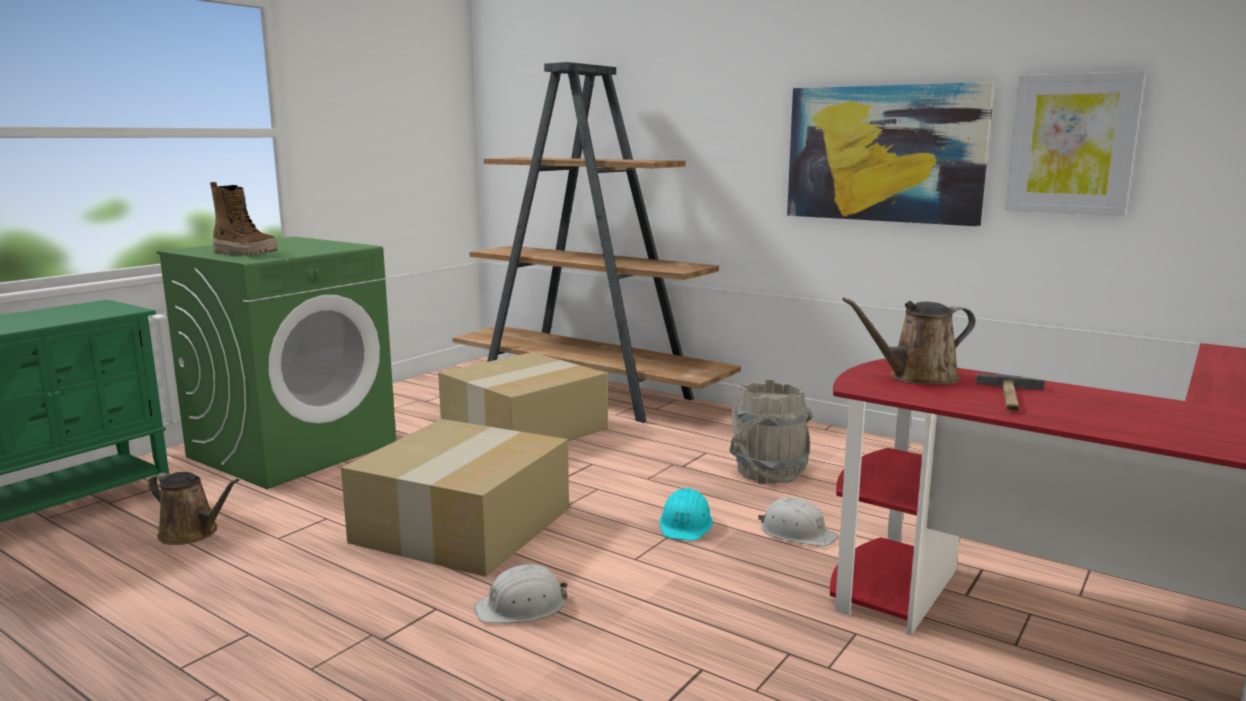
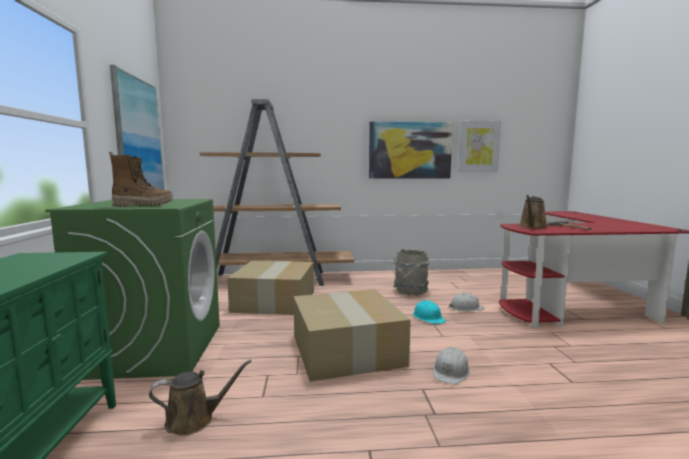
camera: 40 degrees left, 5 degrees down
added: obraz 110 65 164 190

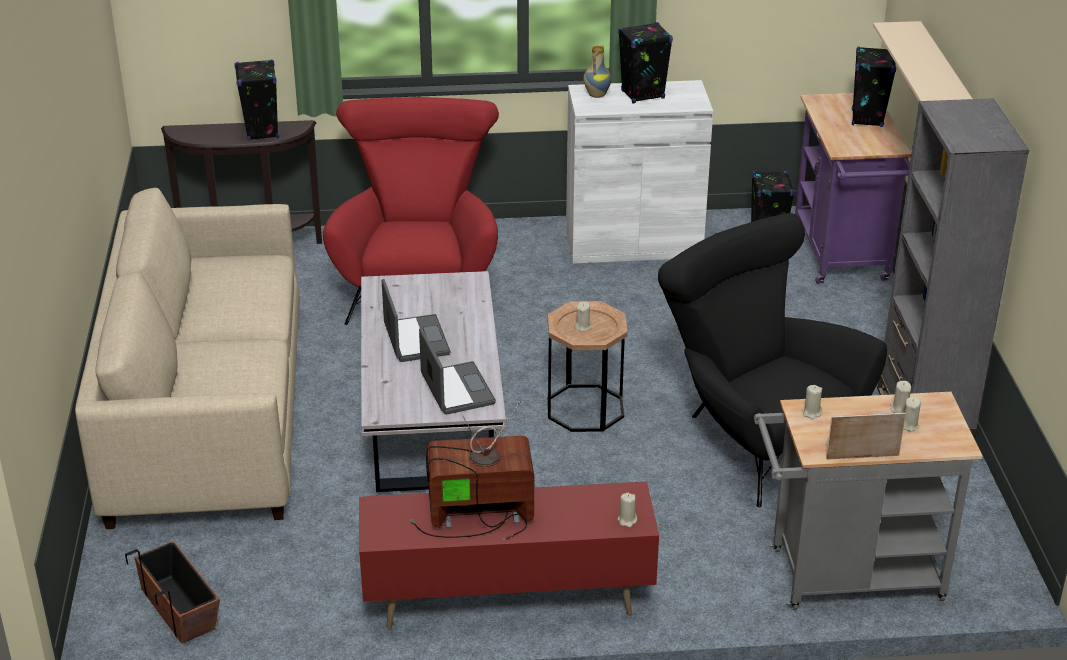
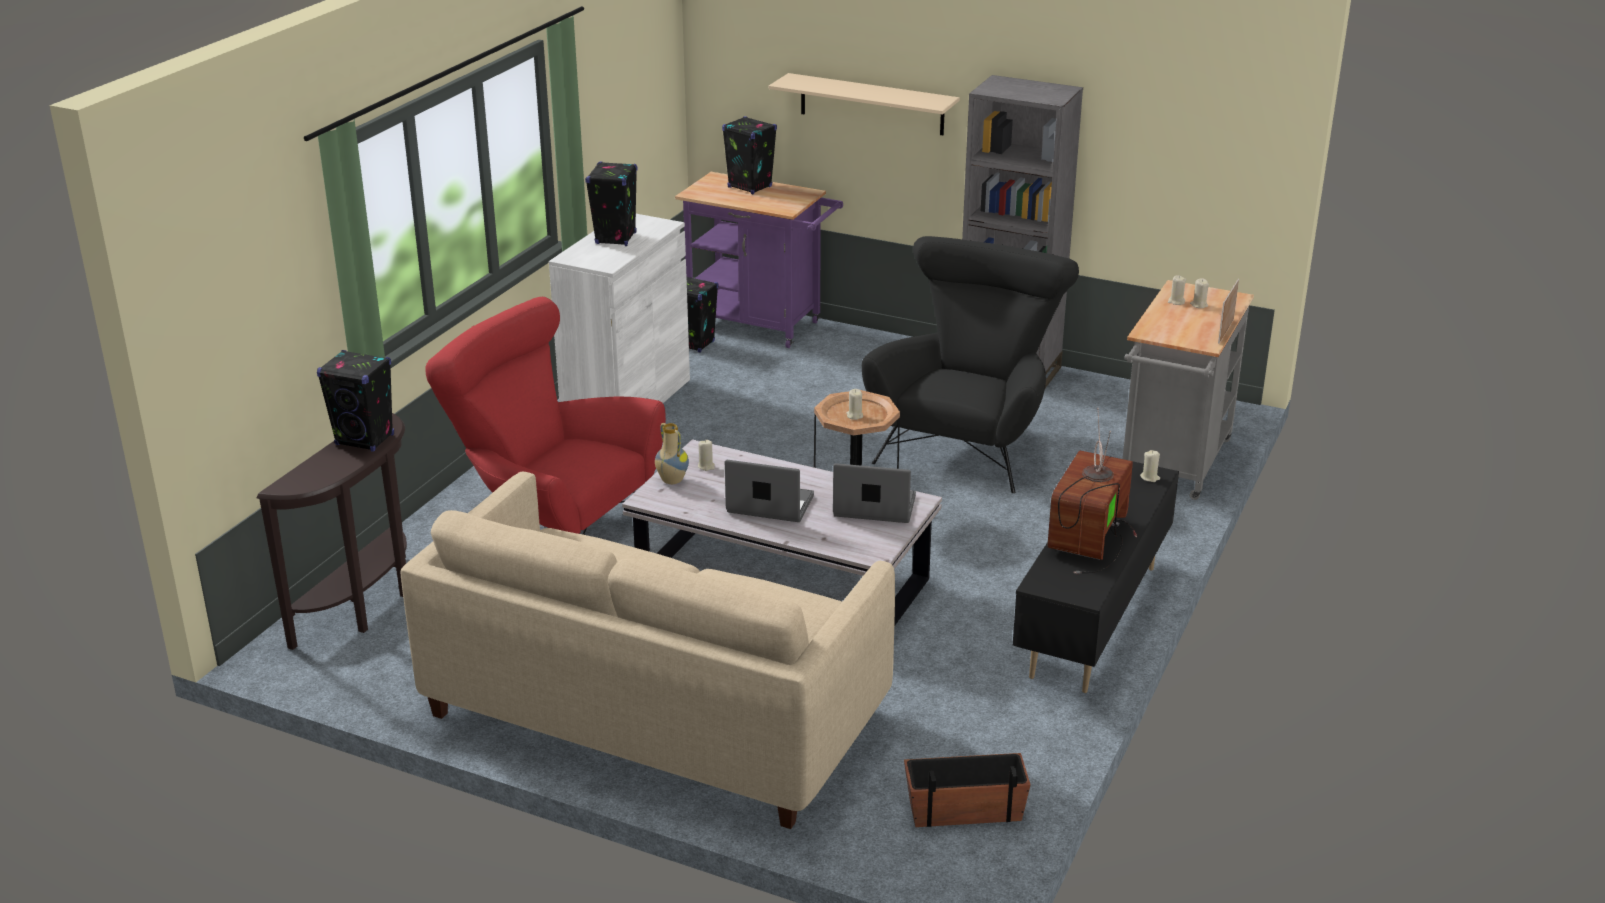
camera: 60 degrees left, 5 degrees down
moved: wazon 583 45 611 98 to 655 423 689 484; świeca/beżowy 802 385 822 419 to 698 440 715 471
recoloured: szafka pod telewizor/czerwony 359 482 659 629 to szafka pod telewizor/czarny 1013 457 1179 693
turned: fotel/czarny 658 213 887 507 = 862 236 1079 493 120 degrees clockwise

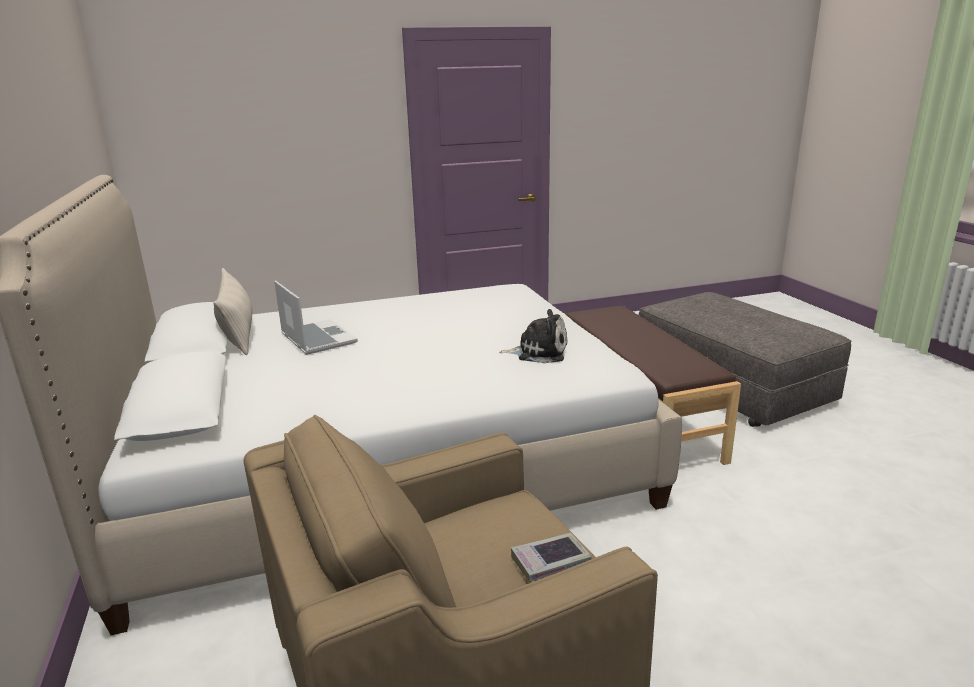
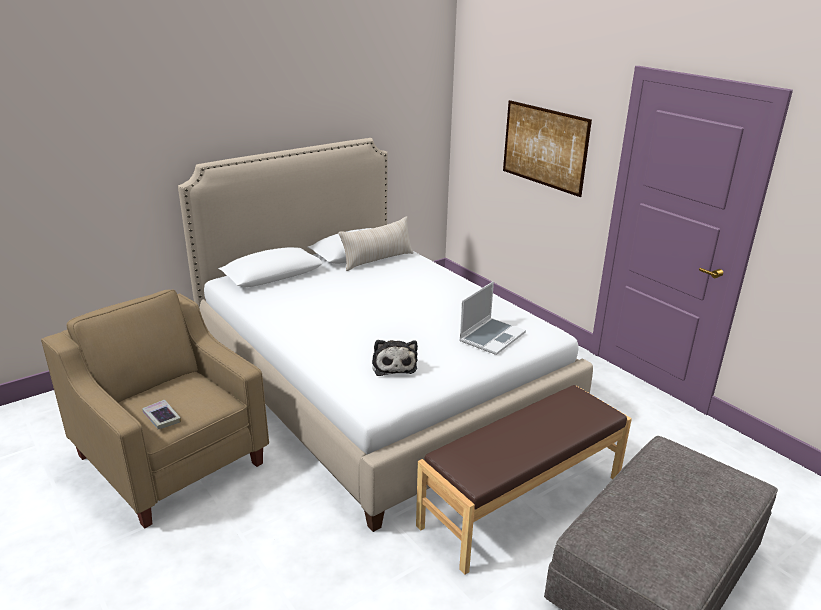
camera: 70 degrees right, 5 degrees up
added: obraz 503 100 592 197
moved: laptop 274 281 358 355 to 459 281 526 355

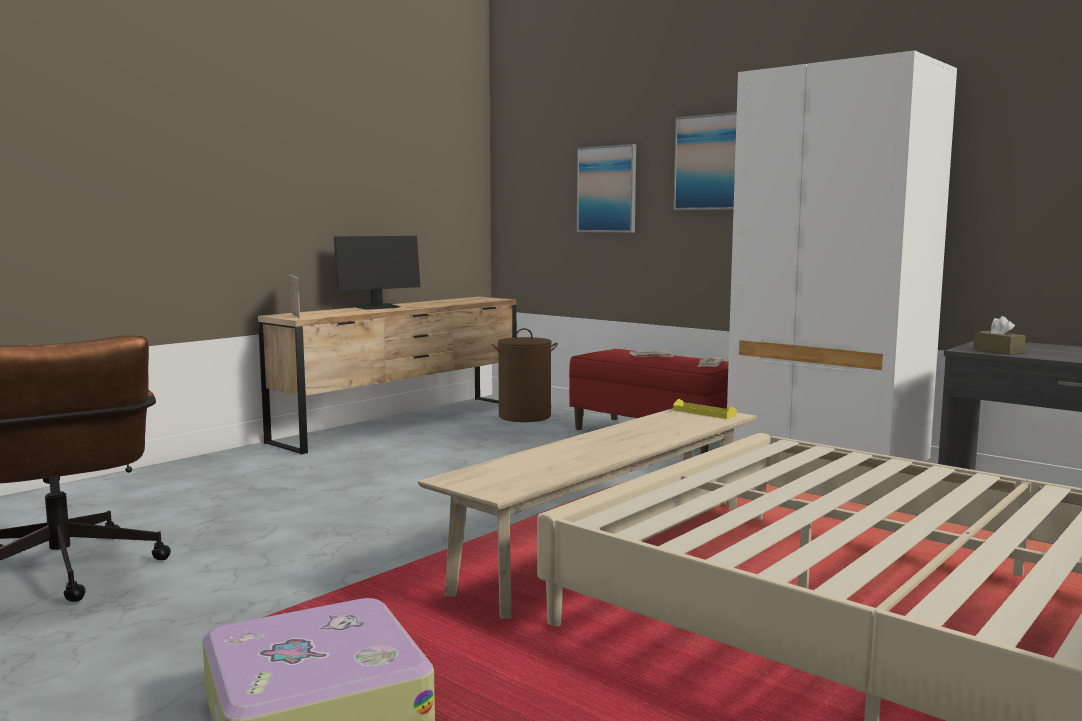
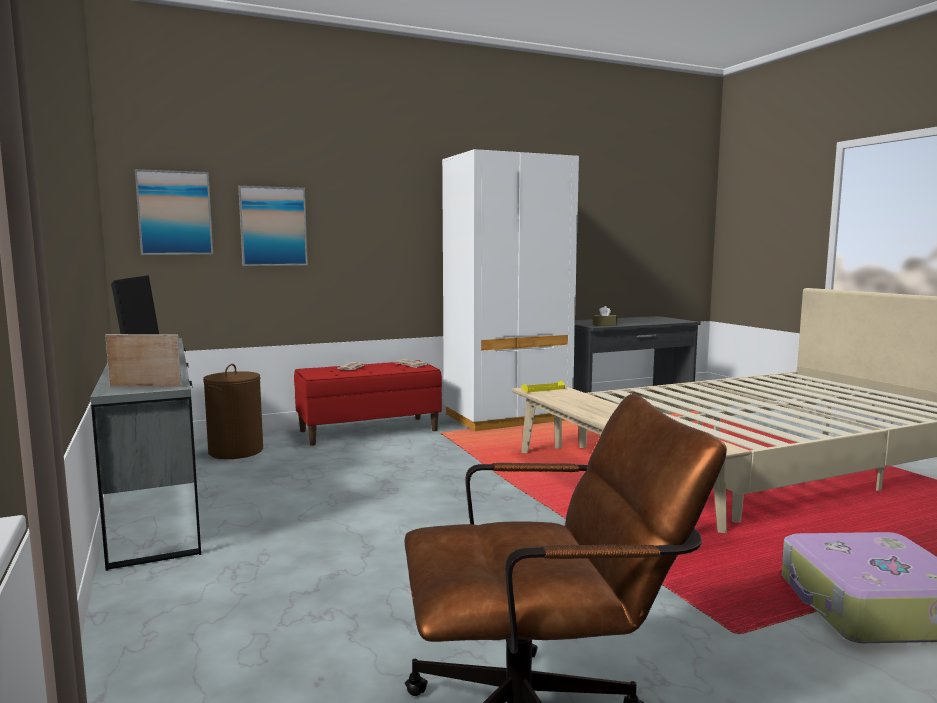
camera: 65 degrees left, 0 degrees up
moved: obraz 673 112 737 210 to 135 169 213 255
recoloured: komoda/brązowy 258 297 517 454 to komoda/szary 90 338 201 571

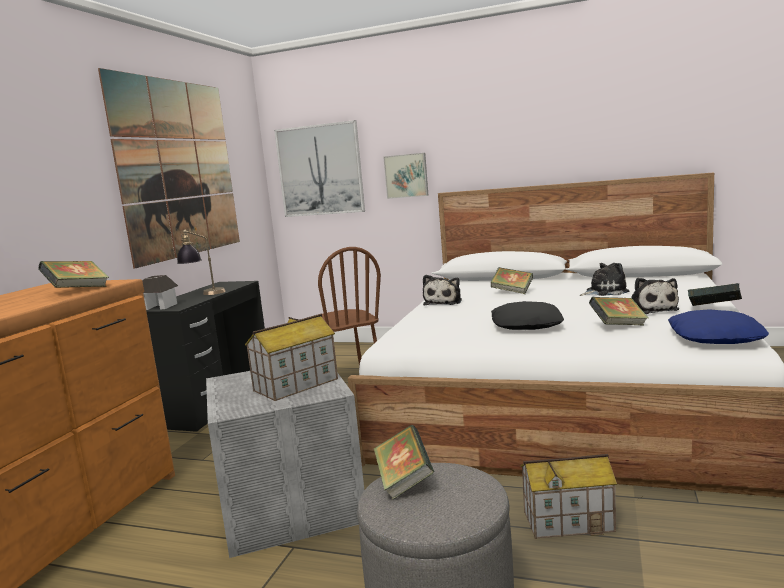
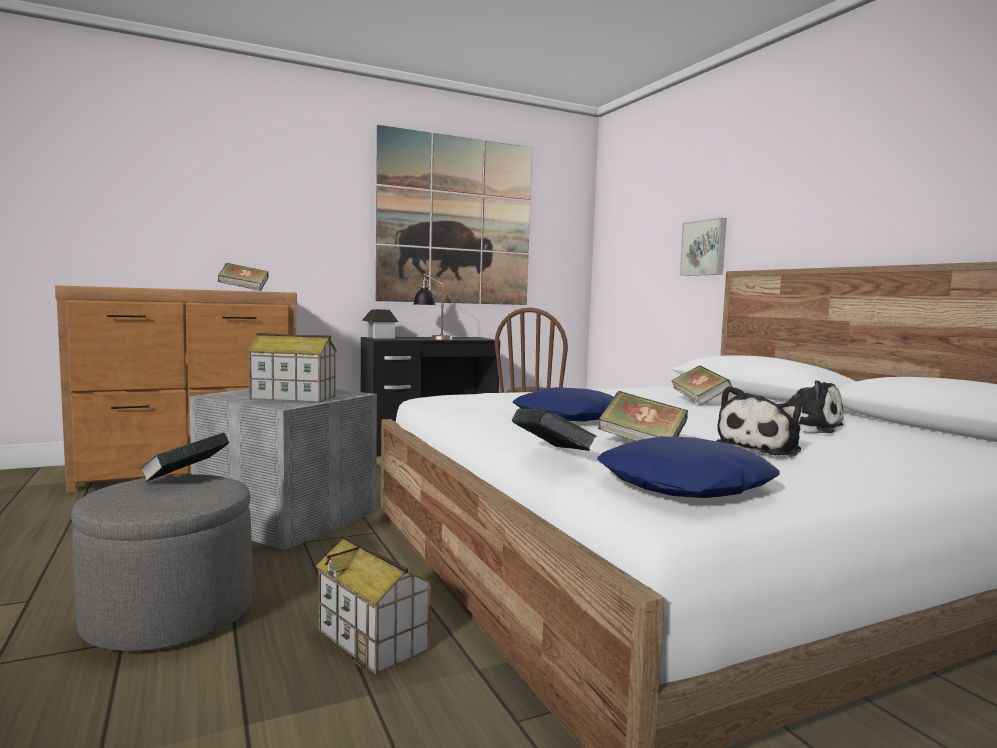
camera: 45 degrees right, 5 degrees down
removed: obraz 274 120 365 217; pluszak 423 275 462 305
moved: książka 688 283 742 306 to 512 409 597 451
recoloured: poduszka/czarny 491 301 564 330 to poduszka/niebieski 513 387 614 422

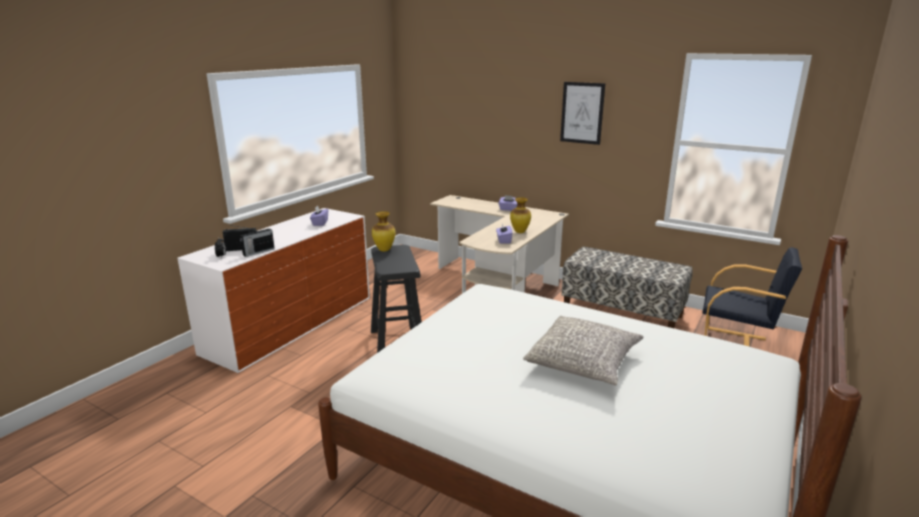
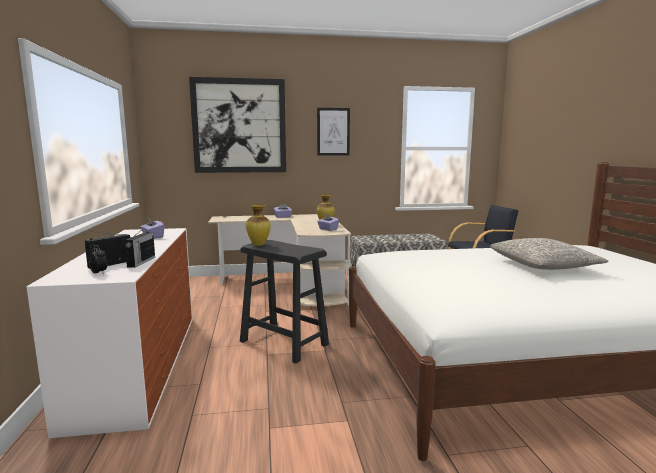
camera: 40 degrees left, 10 degrees down
added: obraz 189 77 286 173

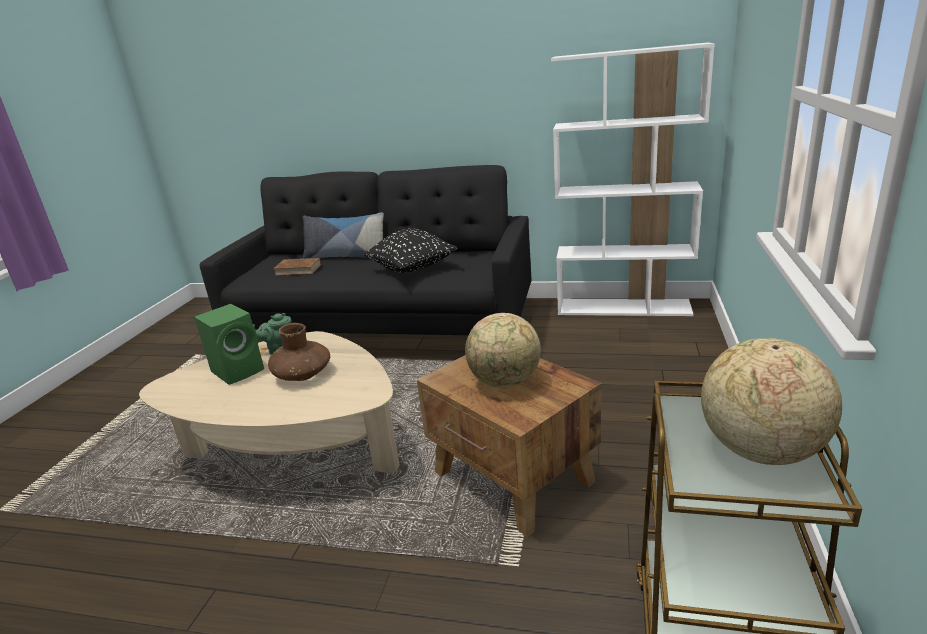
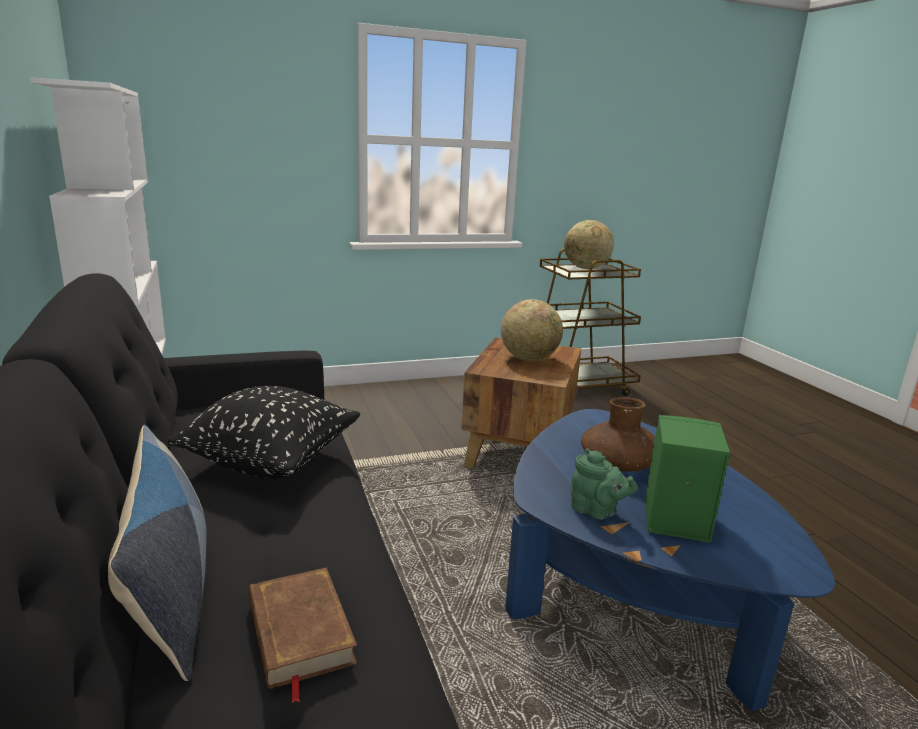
camera: 125 degrees left, 5 degrees down
recoloured: ława/beżowy 139 331 399 472 to ława/niebieski 505 409 835 711

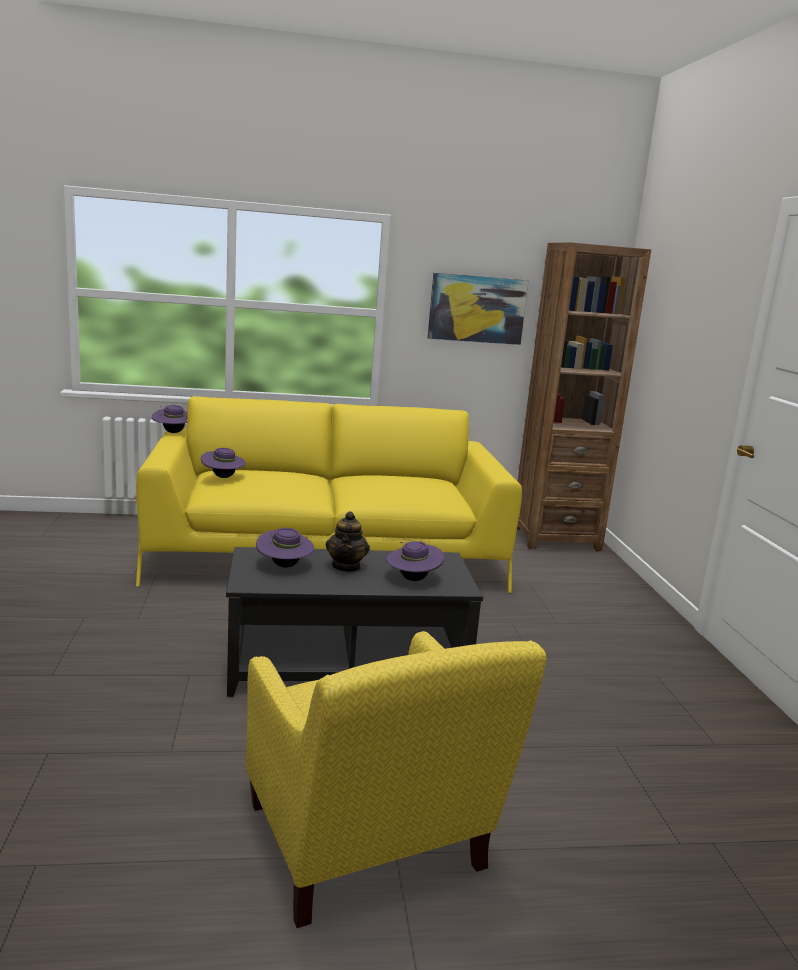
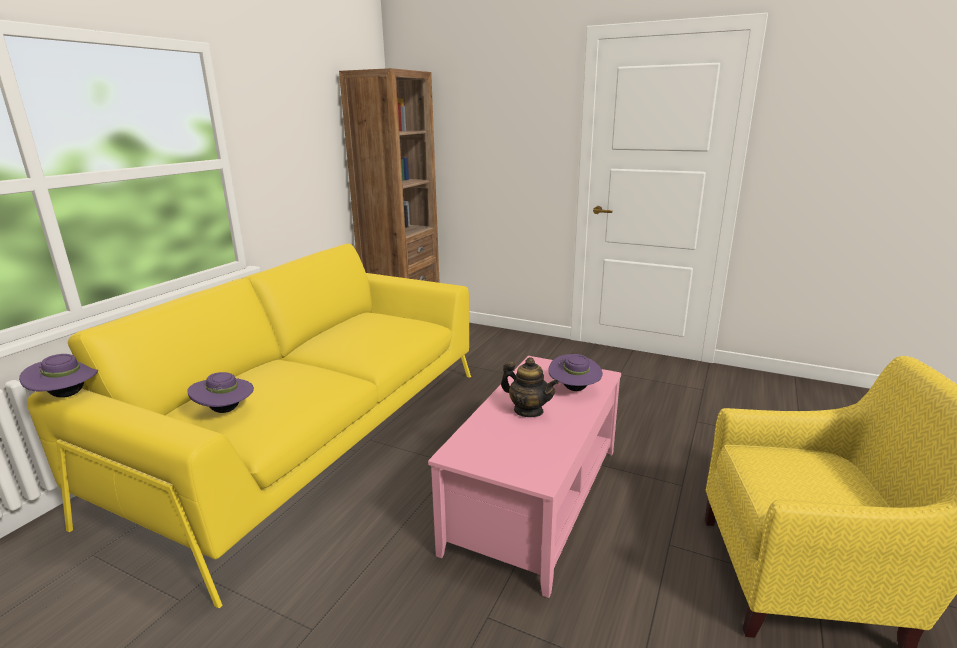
camera: 55 degrees left, 5 degrees up
removed: kapelusz/fioletowy 256 528 314 568; obraz 428 273 528 345
recoloured: ława/czarny 226 547 483 697 to ława/różowy 428 356 621 598

